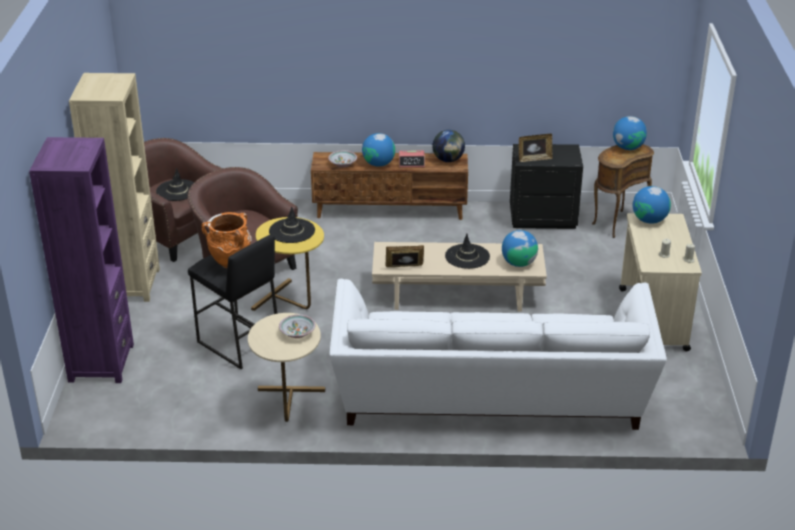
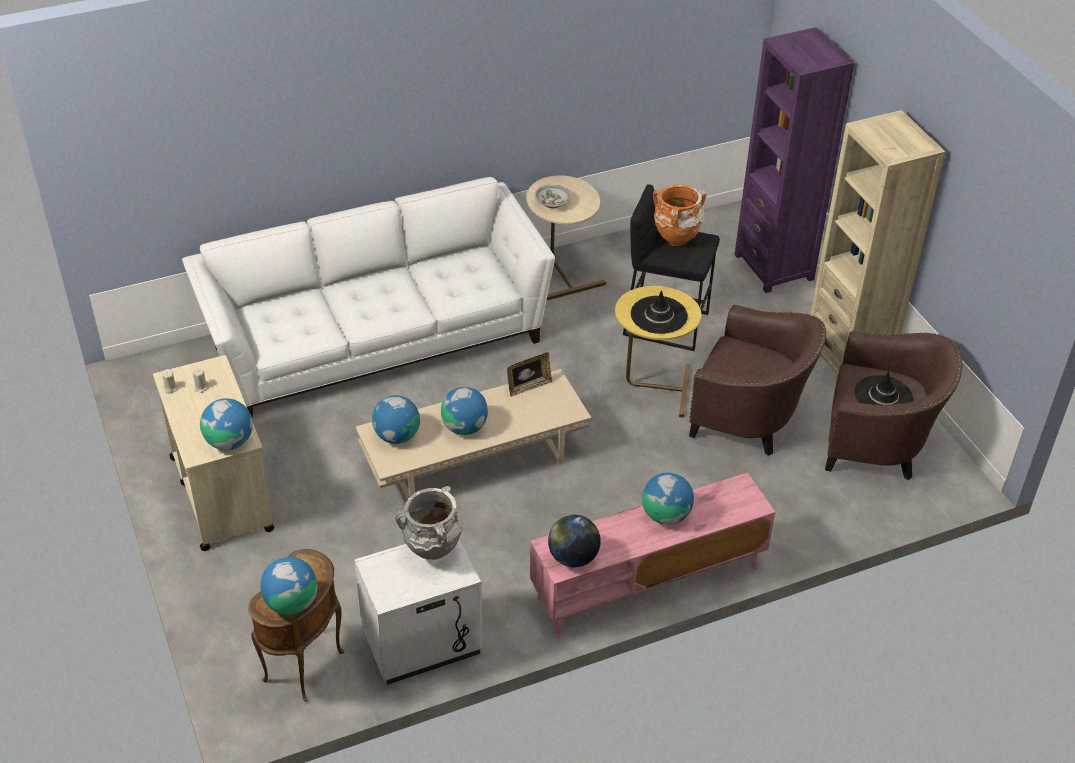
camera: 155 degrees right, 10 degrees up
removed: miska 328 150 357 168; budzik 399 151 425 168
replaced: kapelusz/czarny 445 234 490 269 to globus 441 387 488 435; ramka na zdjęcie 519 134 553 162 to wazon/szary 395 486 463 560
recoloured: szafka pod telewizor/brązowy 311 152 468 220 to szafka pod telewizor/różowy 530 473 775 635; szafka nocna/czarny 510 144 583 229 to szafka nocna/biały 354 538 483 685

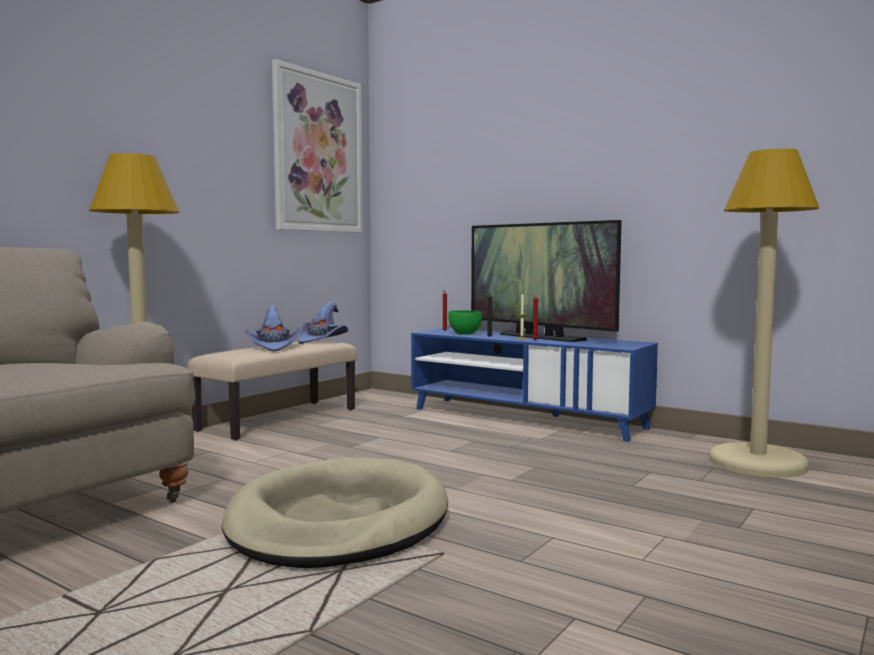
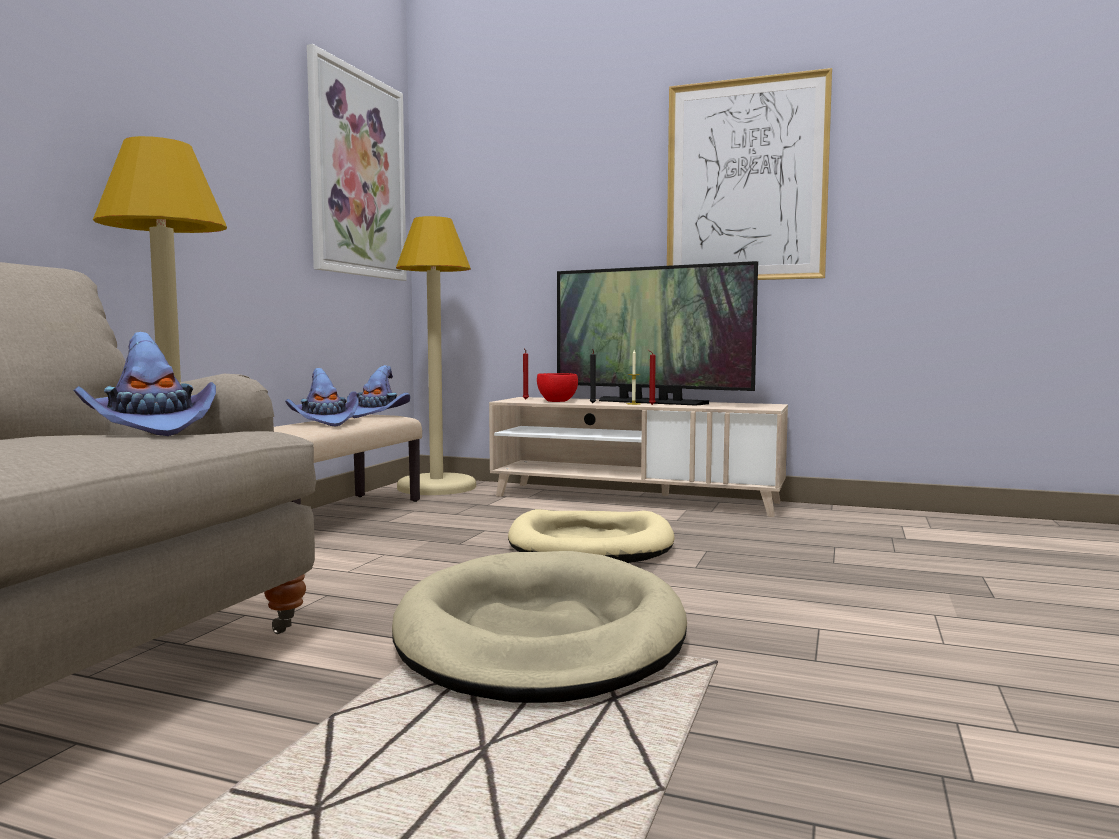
camera: 15 degrees left, 0 degrees up
added: kapelusz/fioletowy 73 332 216 436; legowisko/beżowy 508 509 675 563; obraz 667 68 832 280
moved: lampa stojąca/beżowy 709 149 819 478 to 396 216 476 495
recoloured: szafka pod telewizor/niebieski 411 328 658 442 to szafka pod telewizor/beżowy 489 397 788 517; miska/zielony 448 310 482 335 to miska/czerwony 537 373 578 402

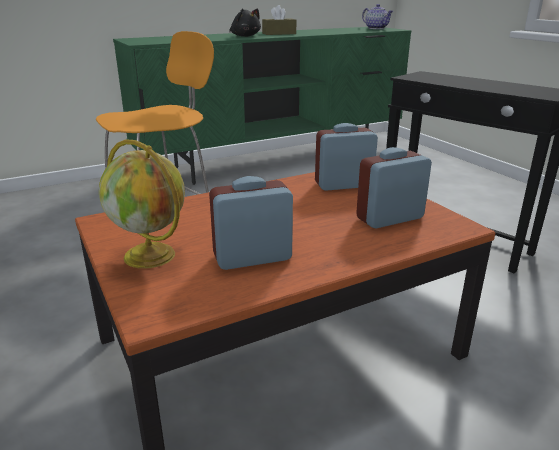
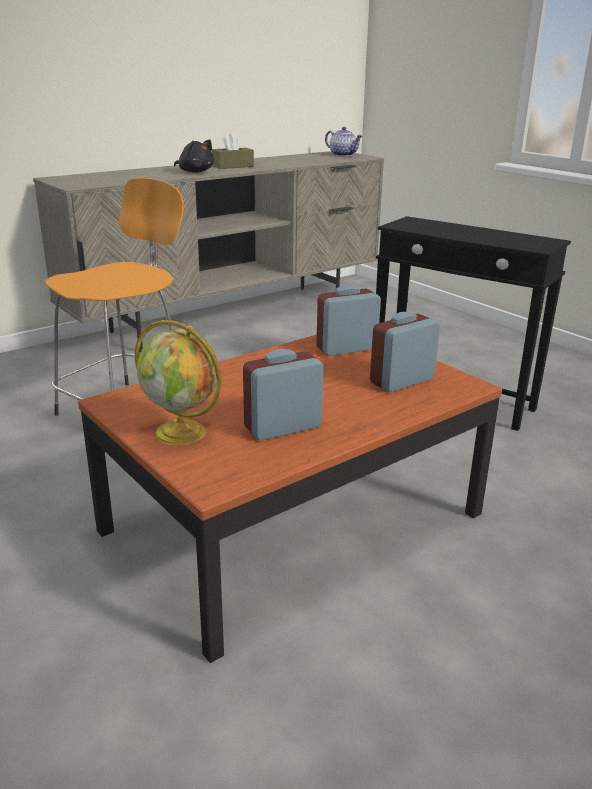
camera: 10 degrees left, 0 degrees up
recoloured: szafka pod telewizor/zielony 113 27 411 185 to szafka pod telewizor/beżowy 33 151 384 353

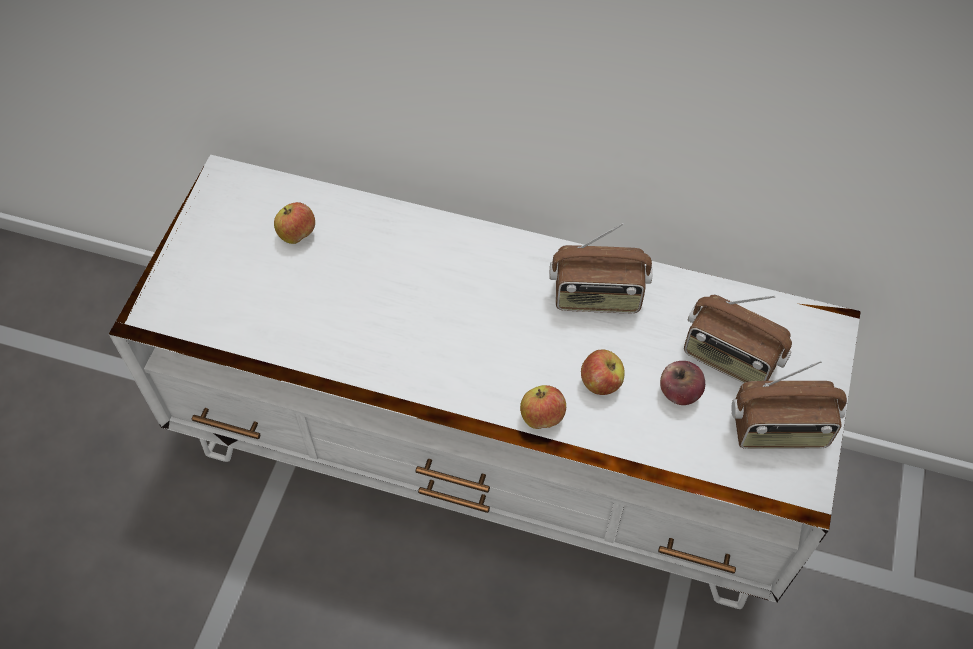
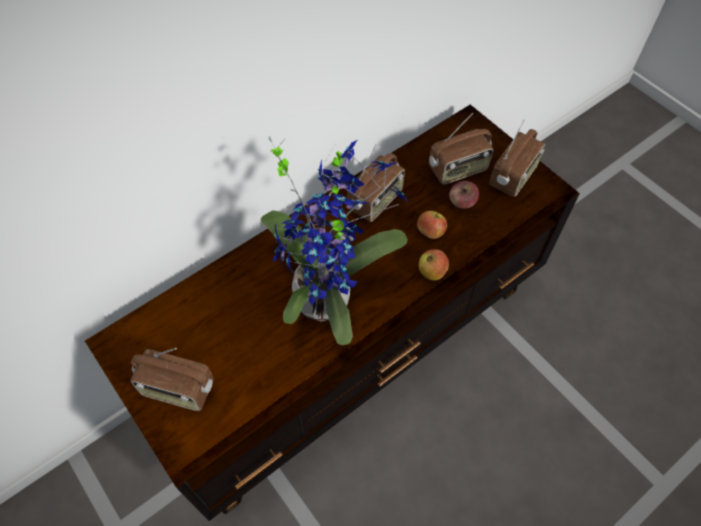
camera: 55 degrees left, 0 degrees up
removed: jabłko 274 202 315 244
added: radio 130 348 214 411; roślina doniczkowa 260 136 408 345
recoloured: szafka pod telewizor/biały 109 155 861 609 to szafka pod telewizor/brązowy 85 105 580 521

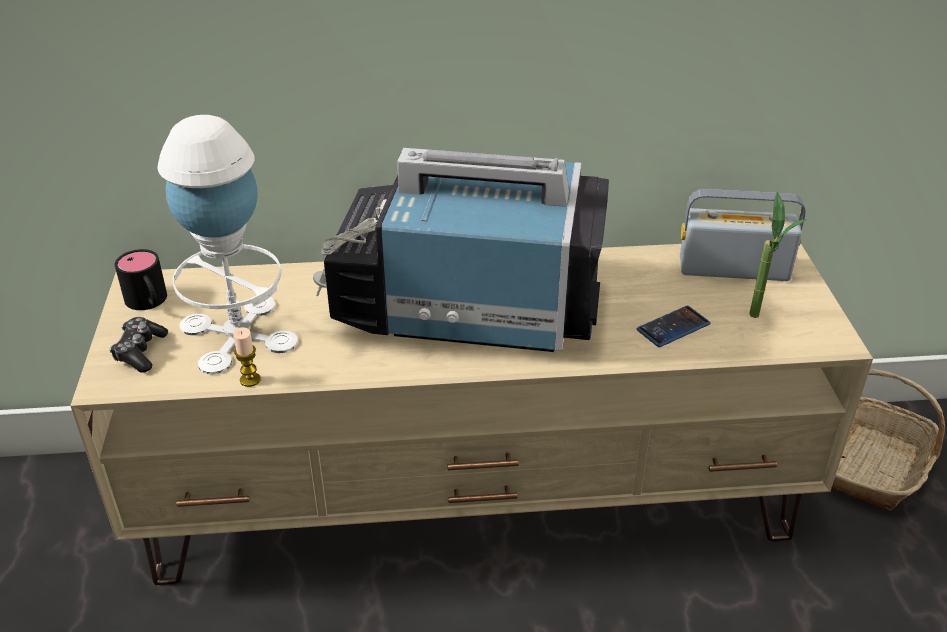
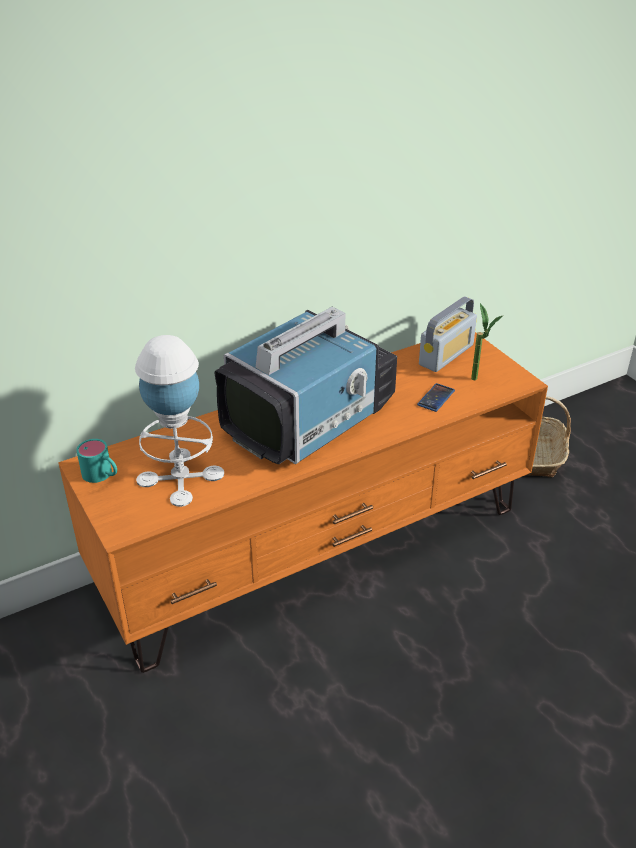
camera: 25 degrees left, 0 degrees up
removed: pad do gier 109 317 168 373; świeca 233 327 261 387
recoloured: szafka pod telewizor/beżowy 70 243 873 585 to szafka pod telewizor/pomarańczowy 58 332 548 673; kubek/czarny 115 249 167 310 to kubek/turkusowy 76 439 117 483
turned: telewizor 313 148 609 352 = 215 307 397 464 150 degrees clockwise; radio 680 189 806 281 = 419 296 477 372 150 degrees clockwise

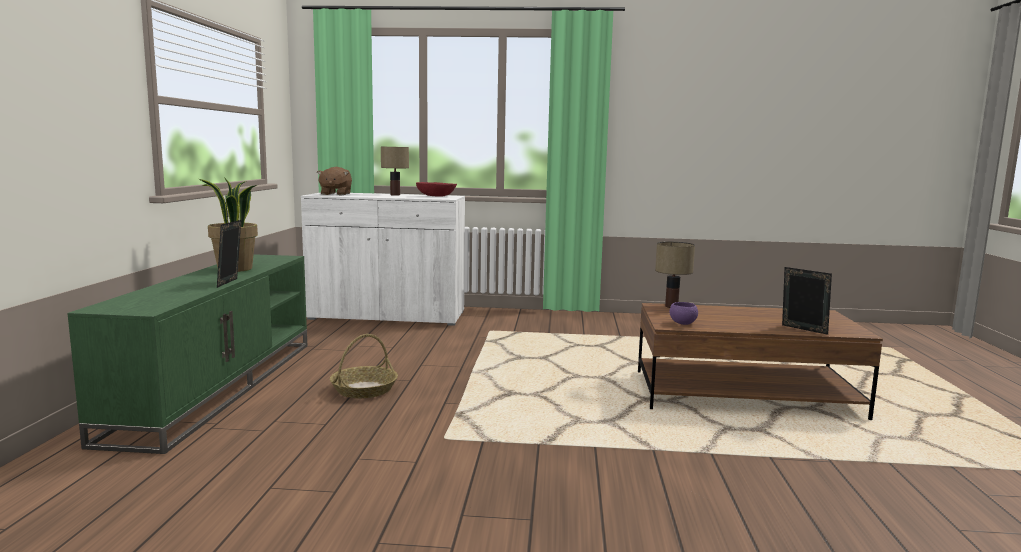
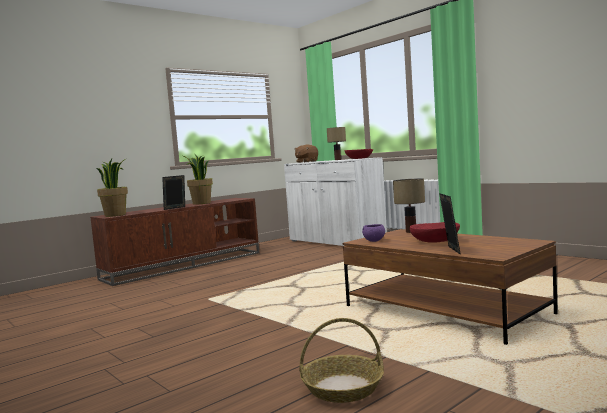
camera: 45 degrees right, 5 degrees down
added: roślina doniczkowa 96 158 128 217; miska/czerwony 410 222 460 243
moved: koszyk 330 334 398 398 to 299 318 384 403
recoloured: szafka pod telewizor/zielony 67 254 307 454 to szafka pod telewizor/brązowy 90 198 259 286

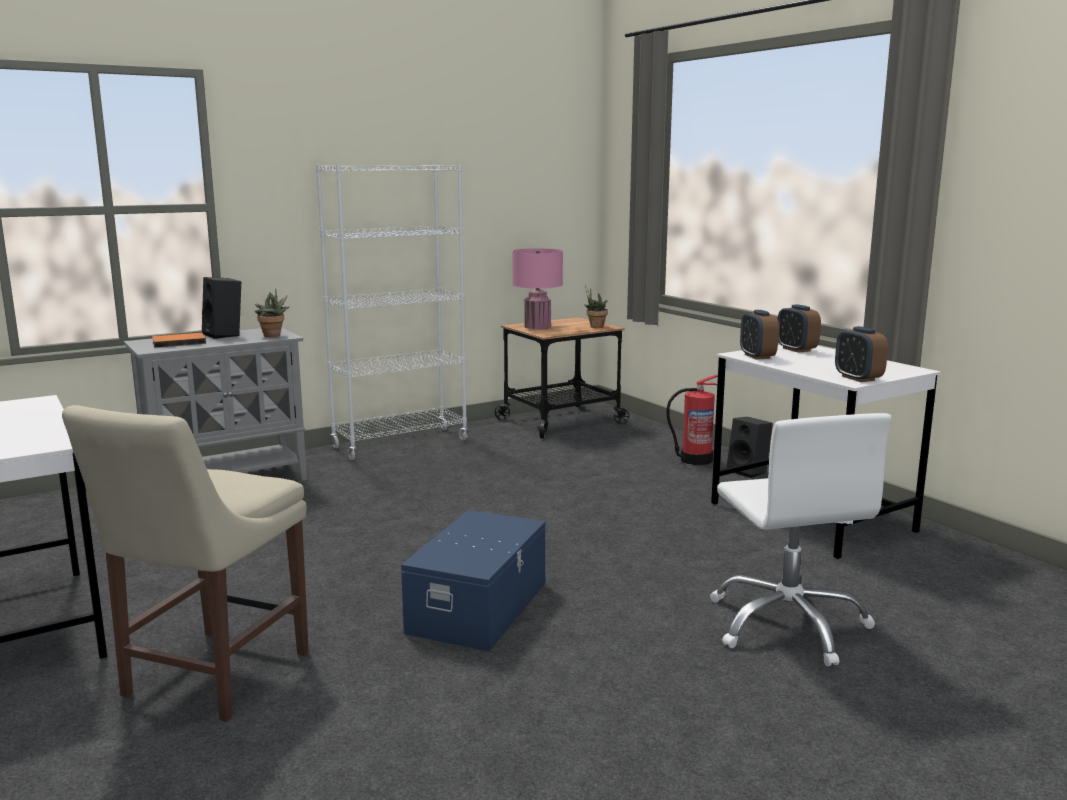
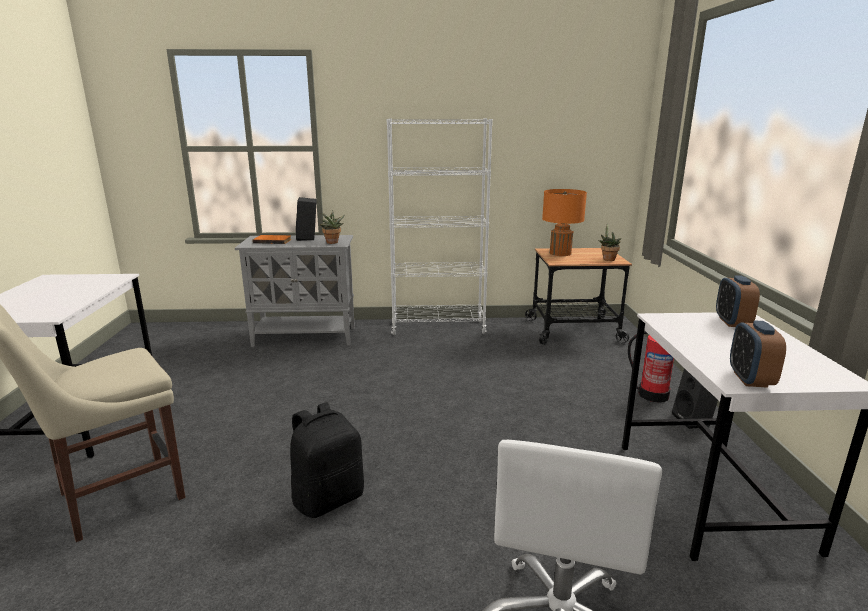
camera: 30 degrees right, 5 degrees up
removed: budzik 740 310 779 360
replaced: pojemnik do przechowywania/niebieski 401 510 545 651 to plecak/czarny 290 402 364 518
recoloured: lampa stołowa/różowy 512 249 563 329 to lampa stołowa/pomarańczowy 542 189 587 256

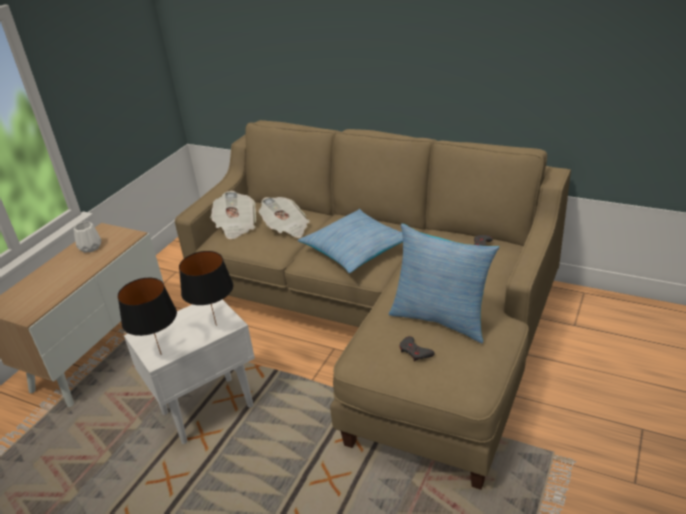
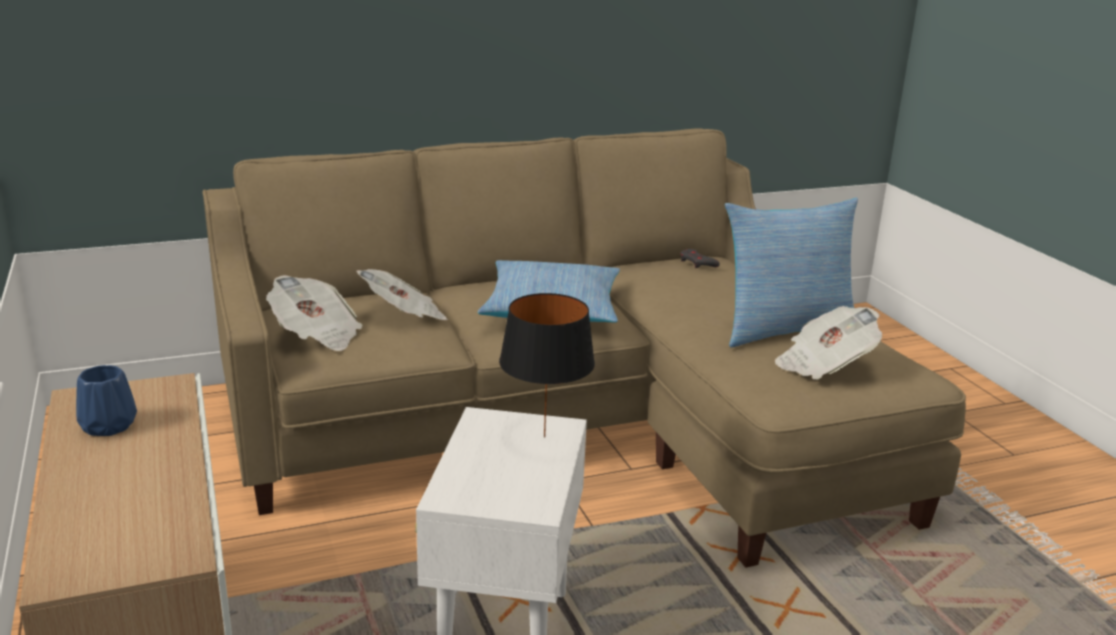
camera: 50 degrees left, 10 degrees down
removed: lampa stołowa/czarny 118 278 177 354
replaced: pad do gier/szary 399 336 435 362 to gazeta 775 306 883 380
recoloured: wazon/biały 74 222 101 253 to wazon/niebieski 76 365 137 436

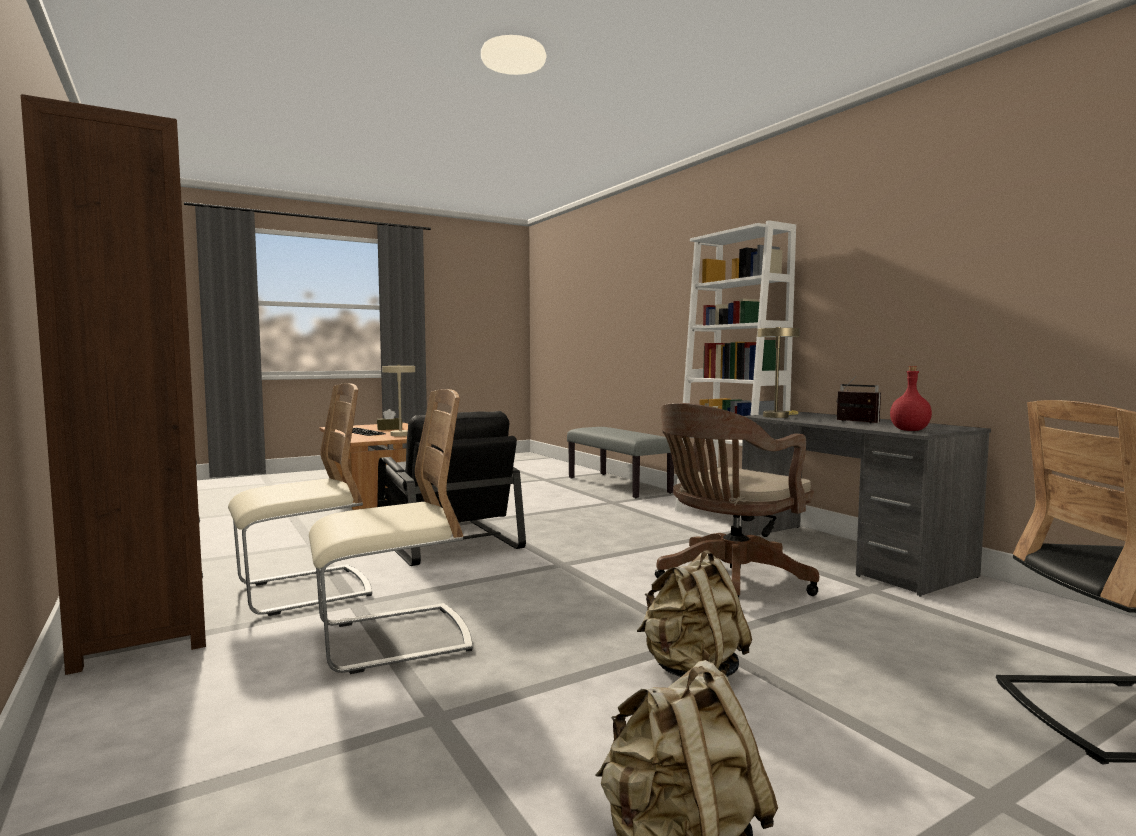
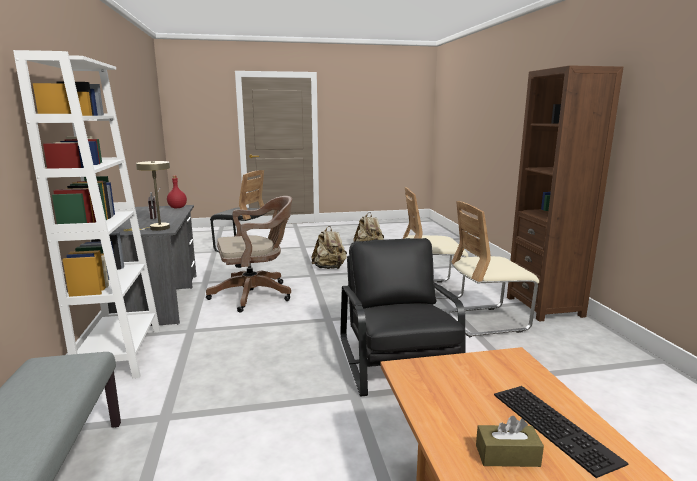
camera: 160 degrees left, 10 degrees up
removed: lampa stołowa/beżowy 382 365 415 436

